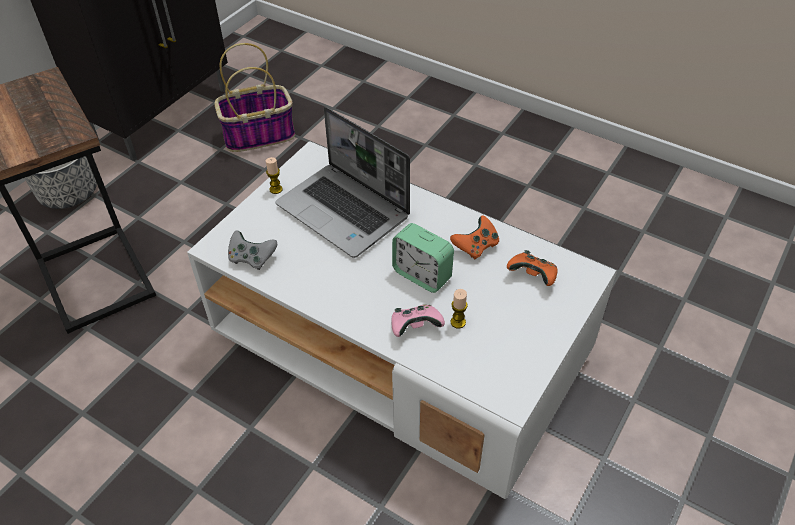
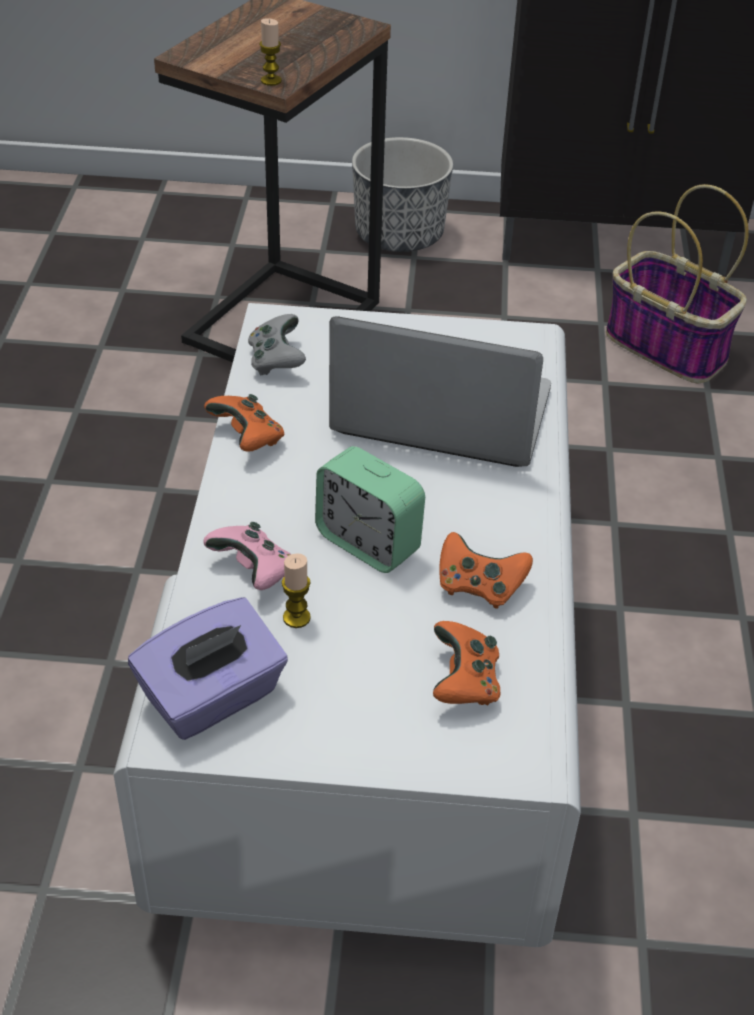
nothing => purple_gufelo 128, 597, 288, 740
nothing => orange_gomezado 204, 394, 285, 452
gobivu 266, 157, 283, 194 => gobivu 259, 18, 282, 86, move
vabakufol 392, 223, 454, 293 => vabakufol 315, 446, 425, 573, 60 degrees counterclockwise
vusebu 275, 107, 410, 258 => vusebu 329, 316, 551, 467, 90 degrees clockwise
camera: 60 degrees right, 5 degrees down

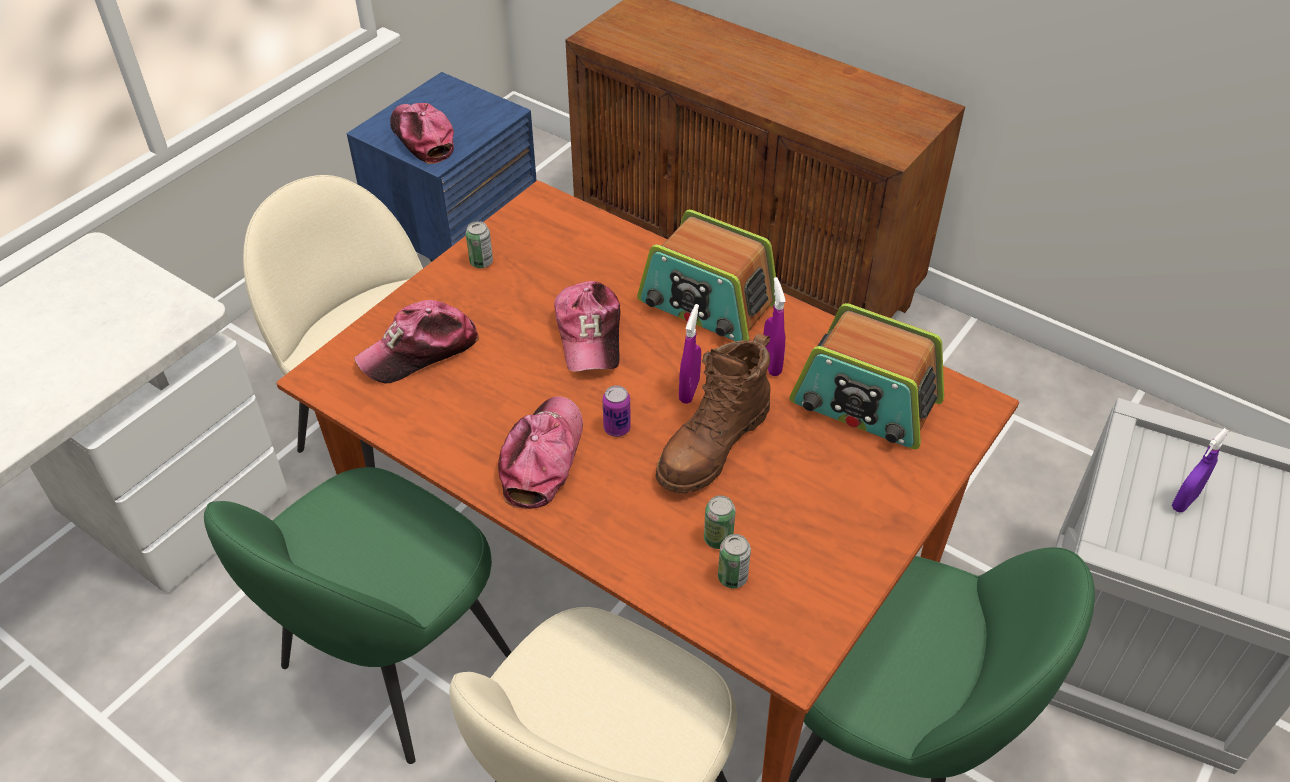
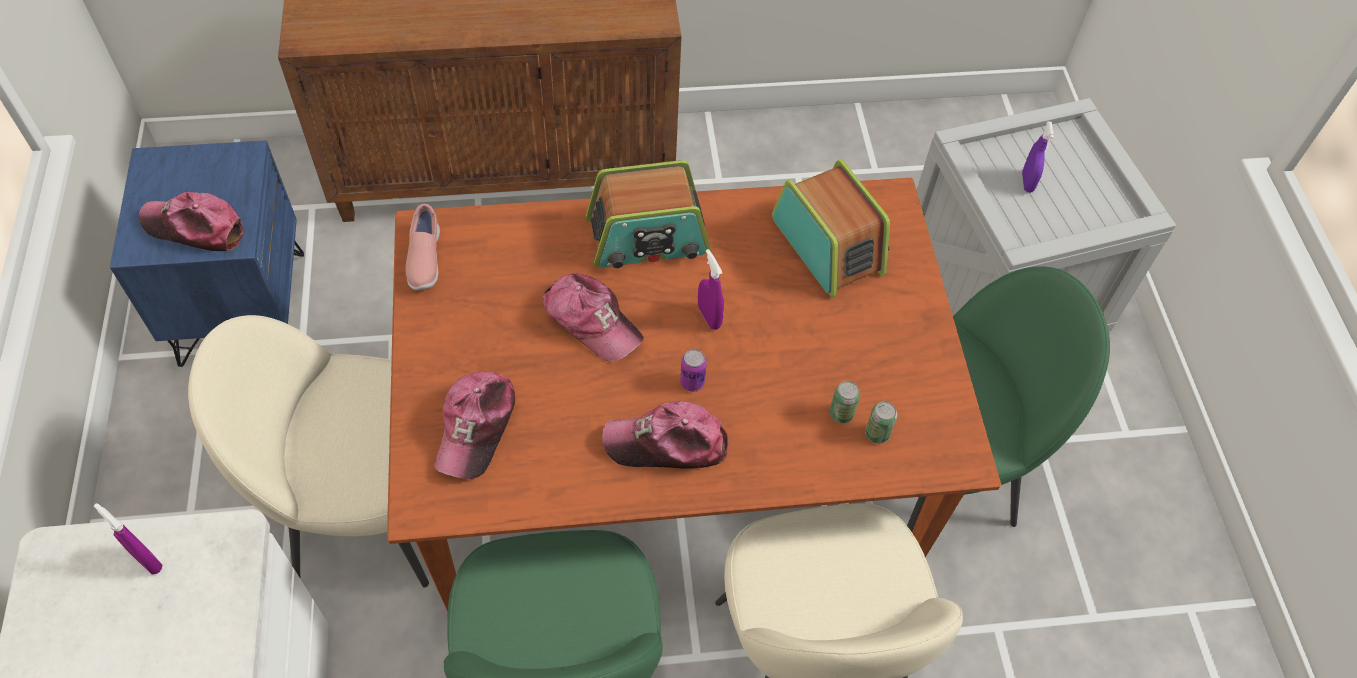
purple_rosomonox 763, 277, 786, 376 => purple_rosomonox 94, 503, 162, 574, move
nothing => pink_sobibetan 405, 204, 440, 290
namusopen 498, 396, 583, 509 => namusopen 602, 401, 729, 469, 60 degrees counterclockwise
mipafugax 790, 303, 944, 450 => mipafugax 772, 159, 890, 298, 105 degrees counterclockwise
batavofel 466, 221, 493, 268 => nothing
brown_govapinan 656, 333, 770, 494 => nothing
camera: 45 degrees left, 10 degrees up

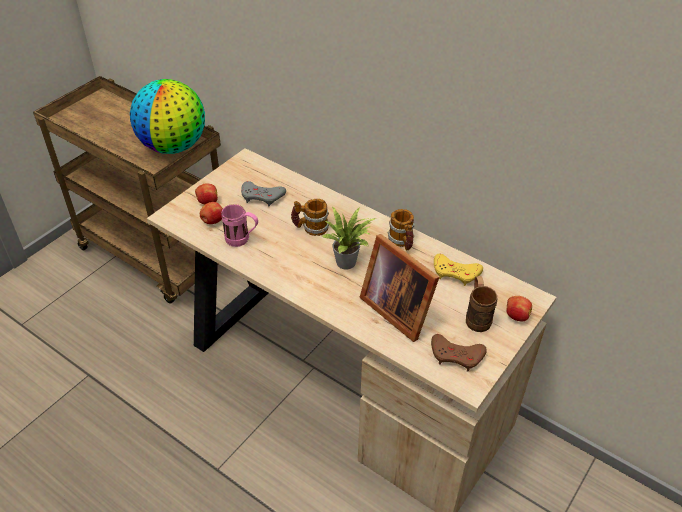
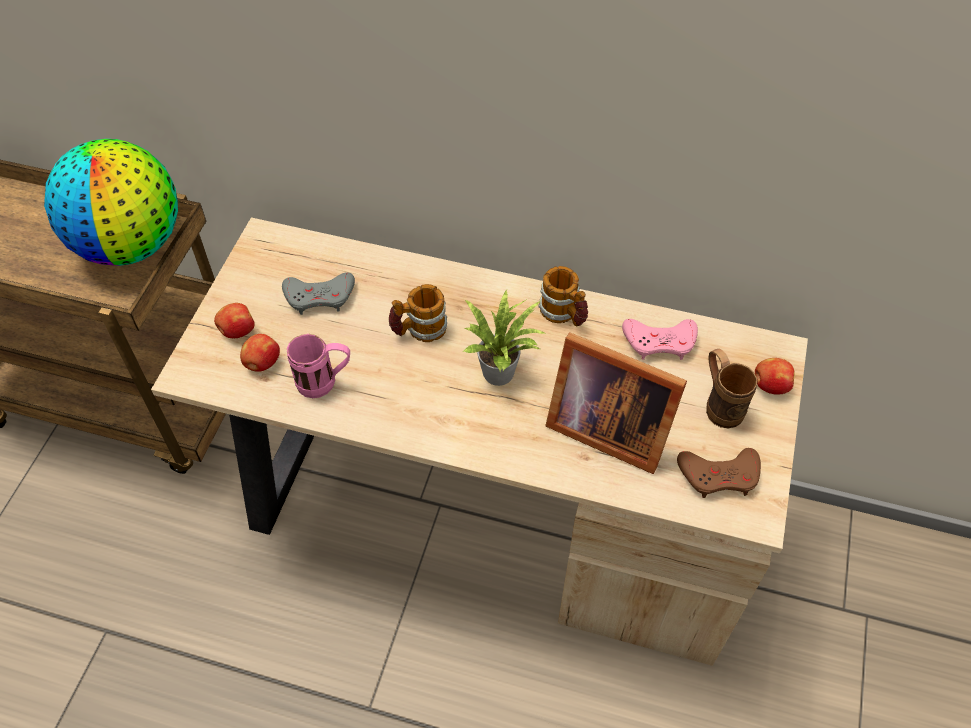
yellow_gomezado 434, 254, 483, 286 => pink_gomezado 622, 319, 698, 360
camera: 20 degrees left, 10 degrees up

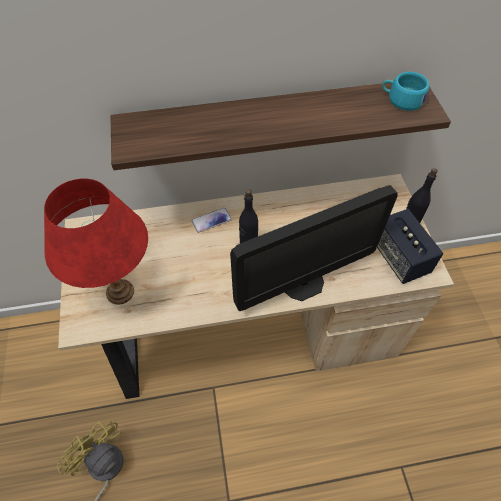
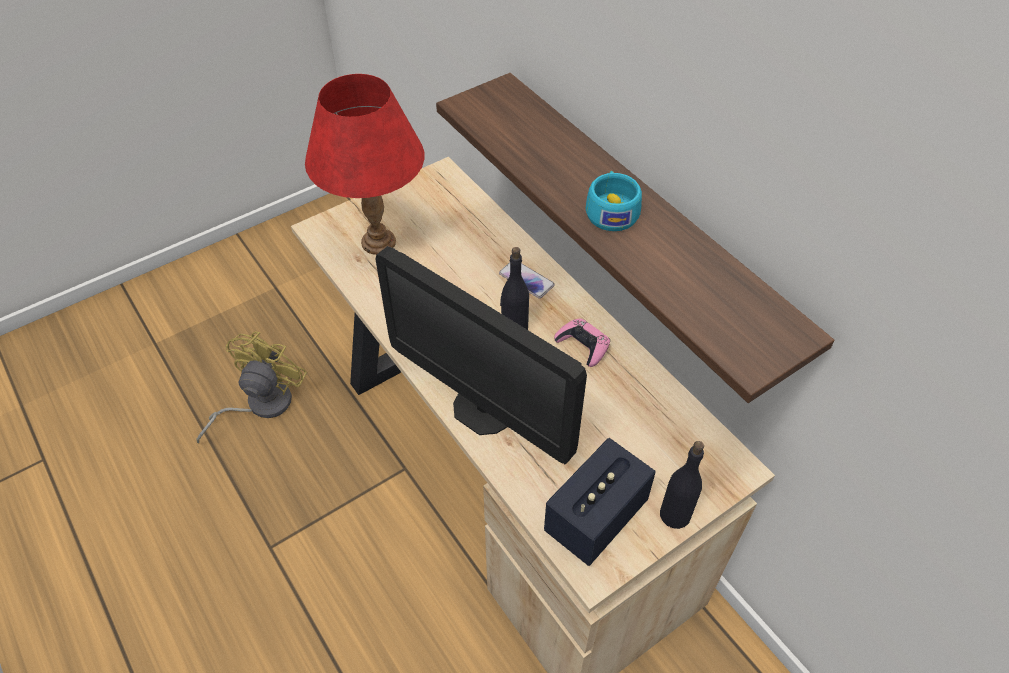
nothing => pink_gomezado 554, 318, 610, 367
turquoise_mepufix 382, 72, 429, 111 => turquoise_mepufix 586, 171, 642, 231, move
camera: 65 degrees right, 5 degrees down

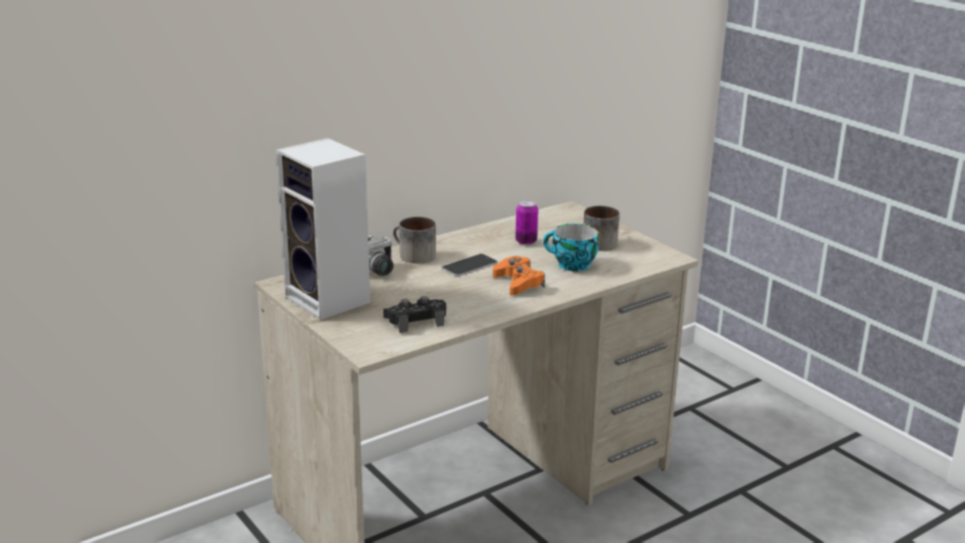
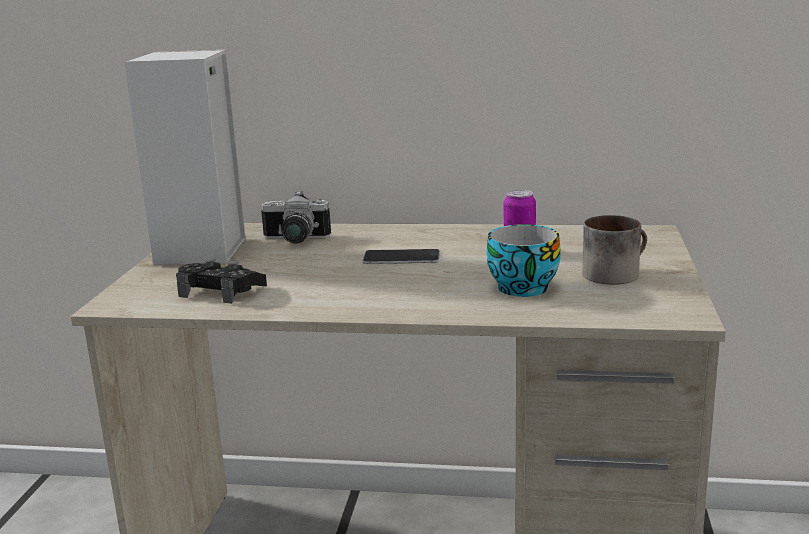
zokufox 393, 217, 436, 263 => nothing
orange_gomezado 493, 256, 545, 296 => nothing
camera: 45 degrees right, 5 degrees down

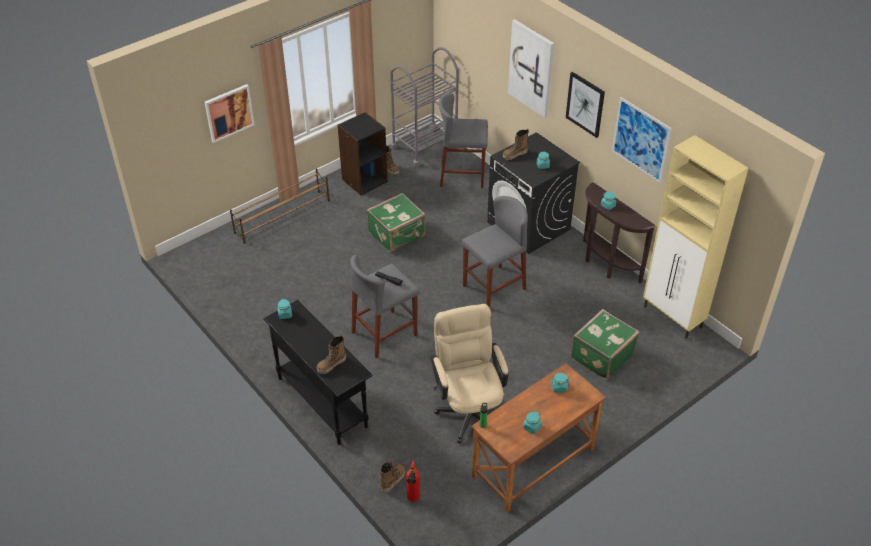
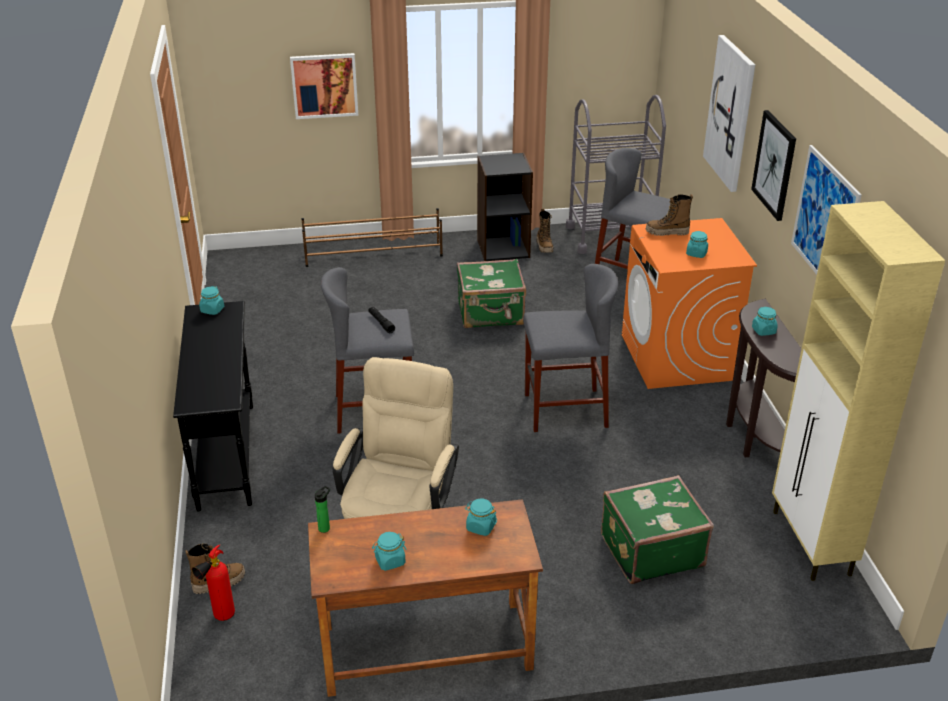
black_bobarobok 487, 132, 580, 254 => orange_bobarobok 622, 218, 757, 389
govapinan 317, 335, 346, 374 => nothing
camera: 30 degrees right, 10 degrees down

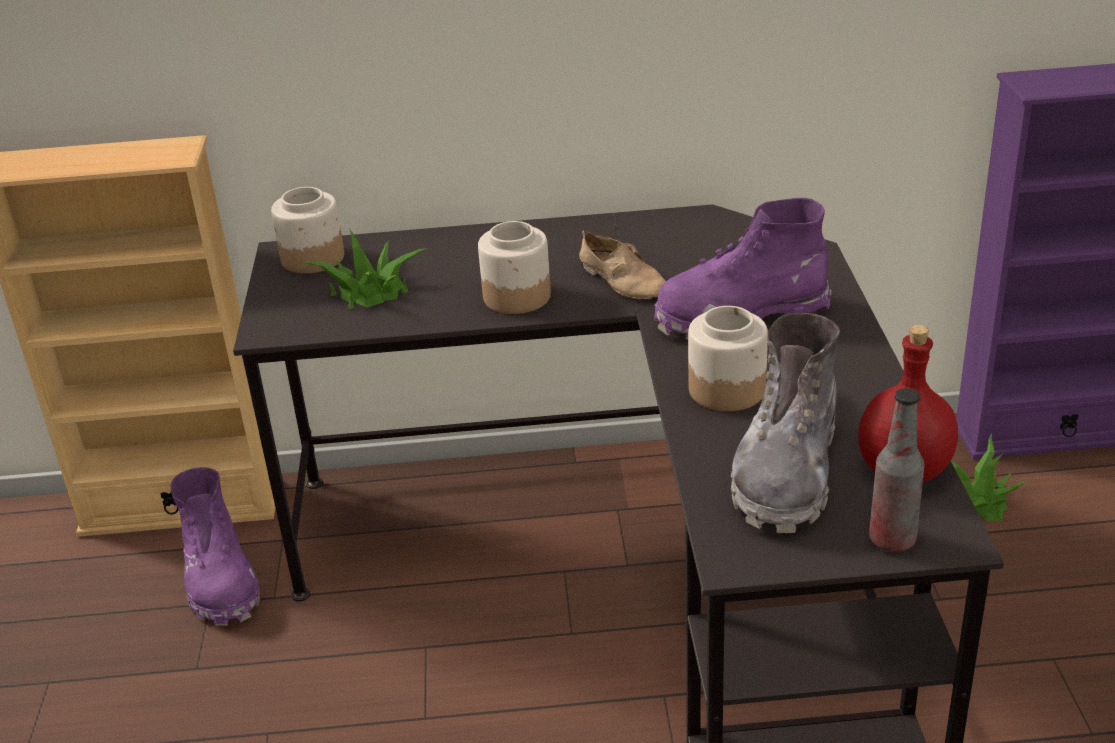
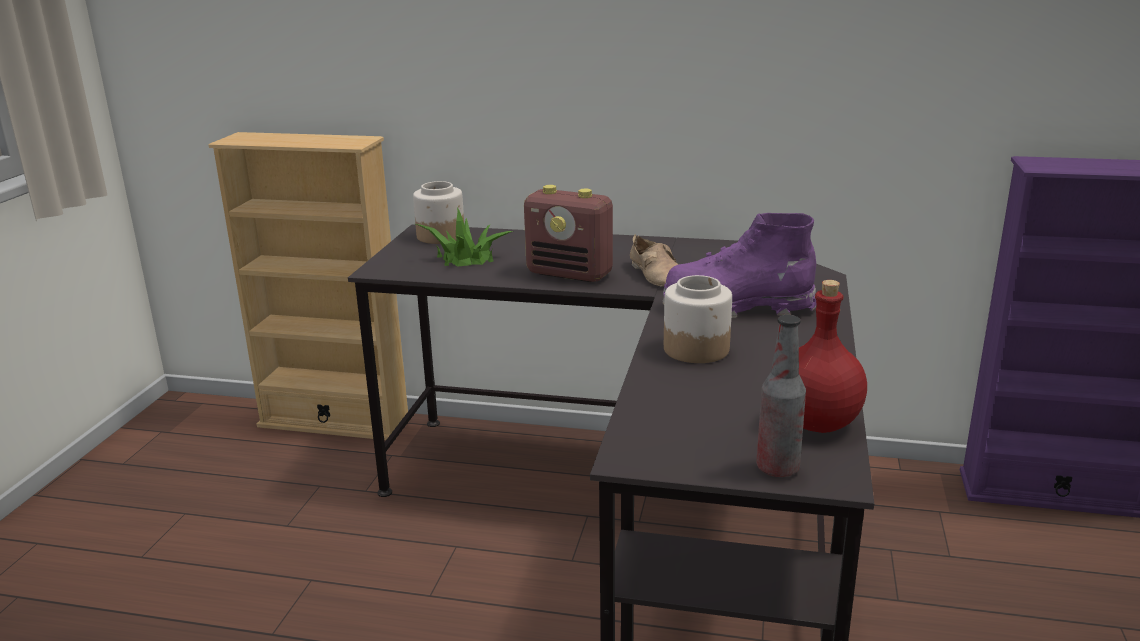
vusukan 478, 221, 551, 314 => mipafugax 524, 185, 613, 282
purple_govapinan 170, 467, 260, 626 => nothing
grey_govapinan 731, 313, 840, 533 => nothing
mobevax 951, 433, 1026, 522 => nothing
camera: 15 degrees right, 10 degrees down

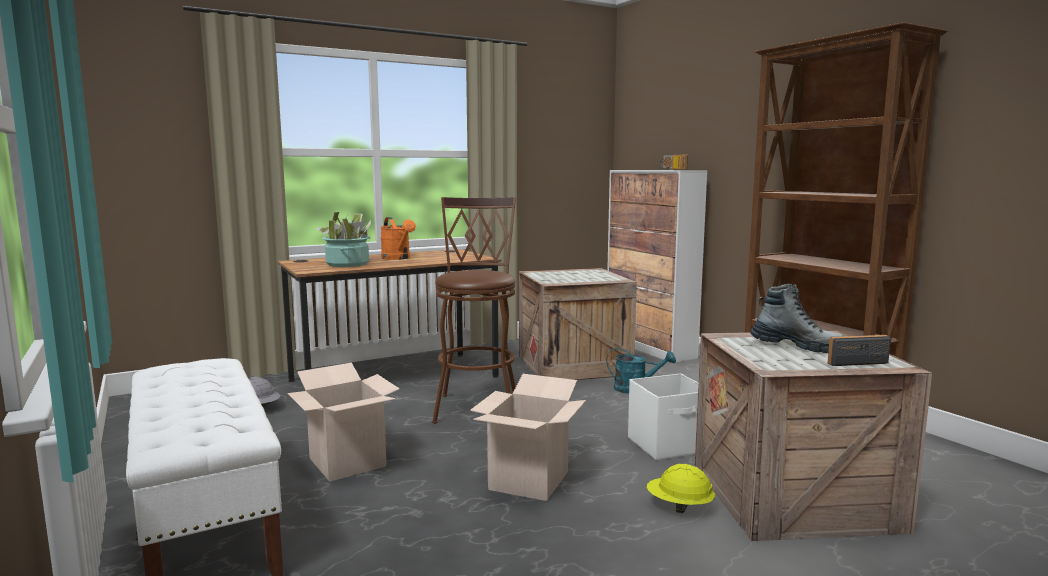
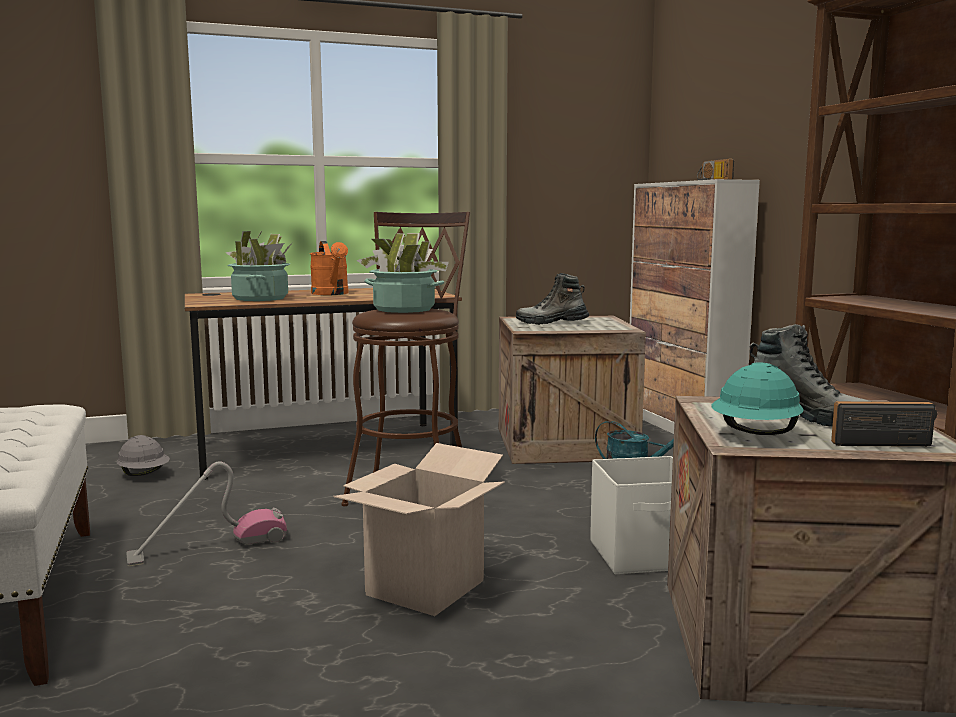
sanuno 288, 362, 400, 482 => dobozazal 126, 461, 287, 566
nothing => mobevax 357, 233, 449, 313
nothing => govapinan 516, 273, 589, 325
nothing => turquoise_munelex 711, 363, 804, 435
yellow_munelex 647, 464, 715, 513 => nothing
camera: 10 degrees right, 0 degrees up

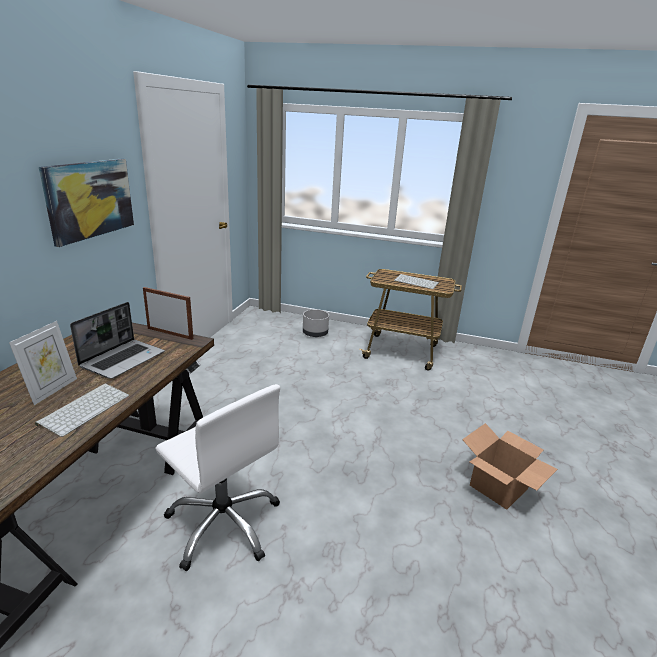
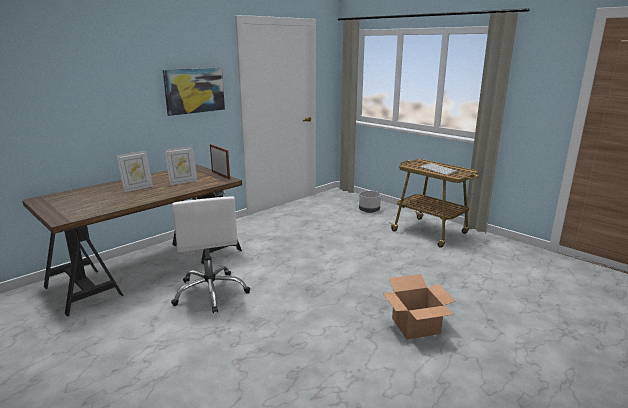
vusebu 70, 302, 165, 379 => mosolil 164, 146, 198, 185
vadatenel 35, 384, 129, 437 => nothing
camera: 30 degrees right, 5 degrees down

